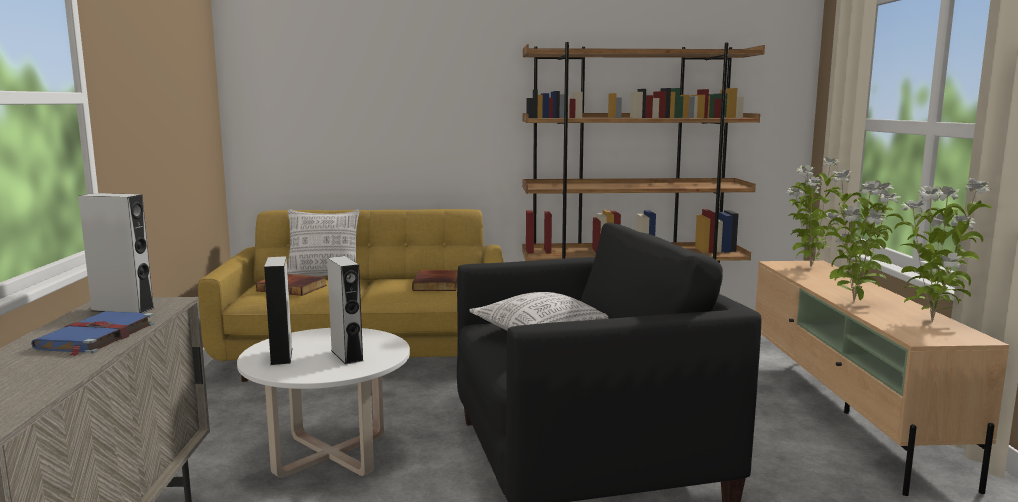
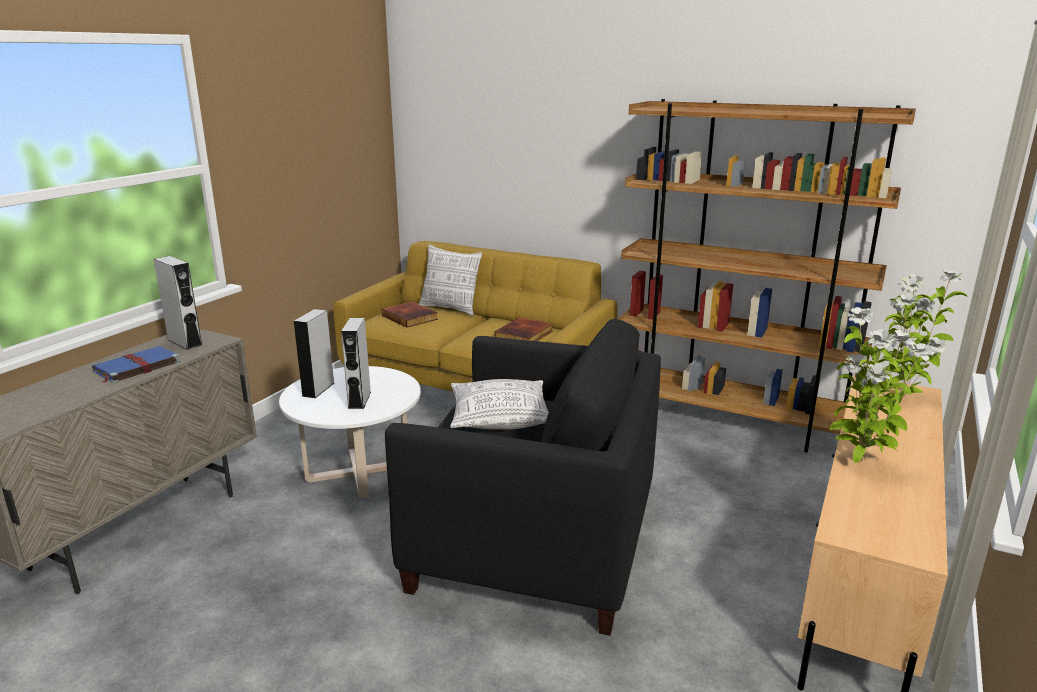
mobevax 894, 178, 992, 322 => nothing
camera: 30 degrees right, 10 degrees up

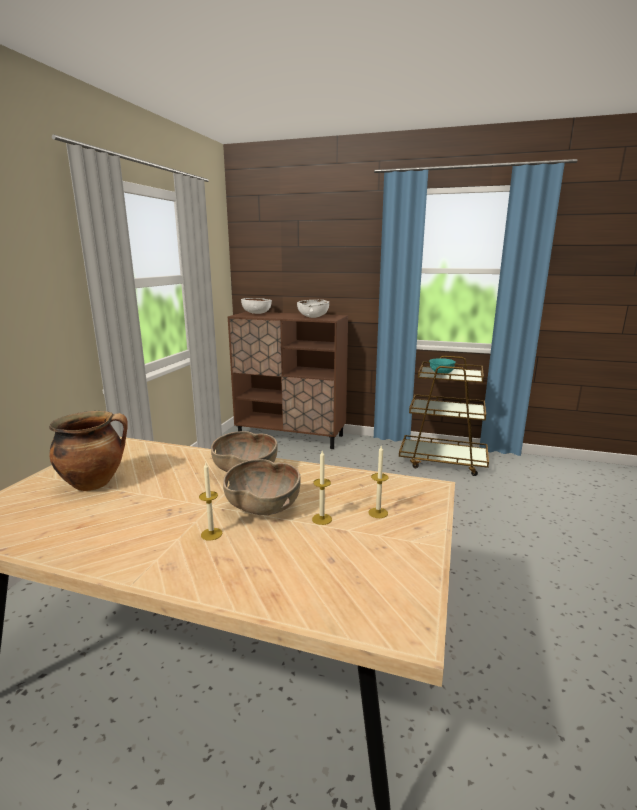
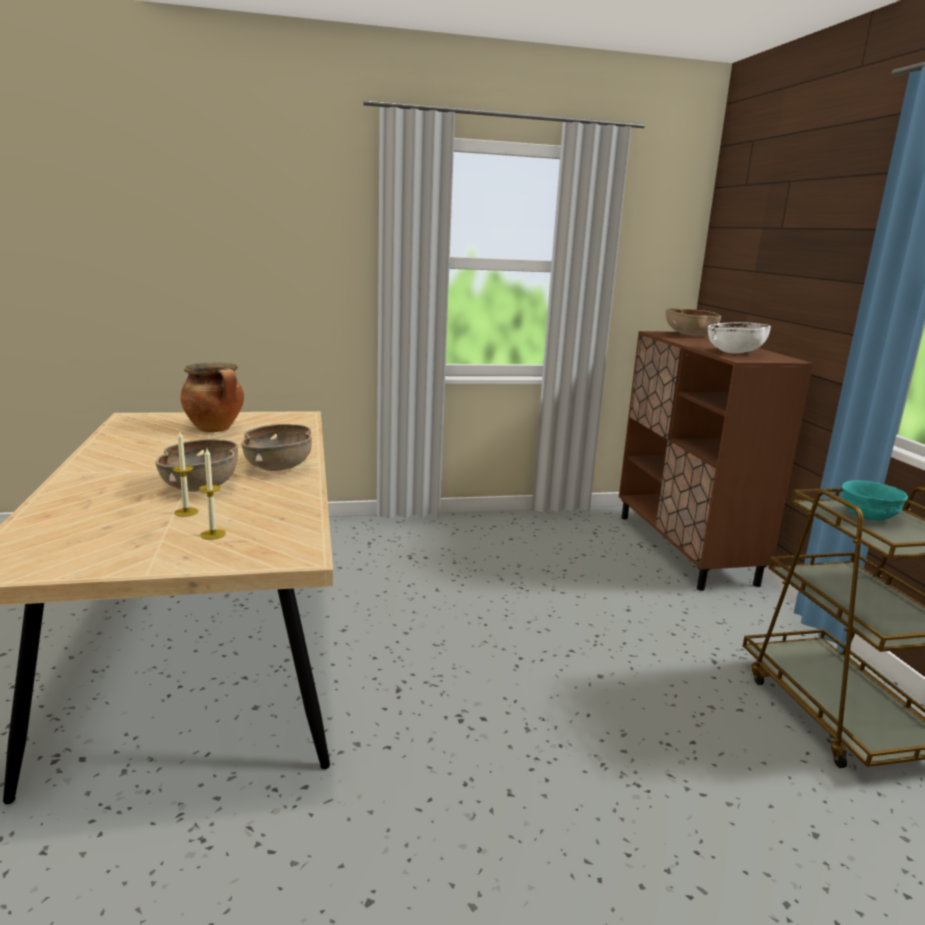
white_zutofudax 241, 298, 272, 314 => brown_zutofudax 666, 308, 721, 336
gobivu 199, 461, 223, 541 => nothing
camera: 60 degrees right, 0 degrees up

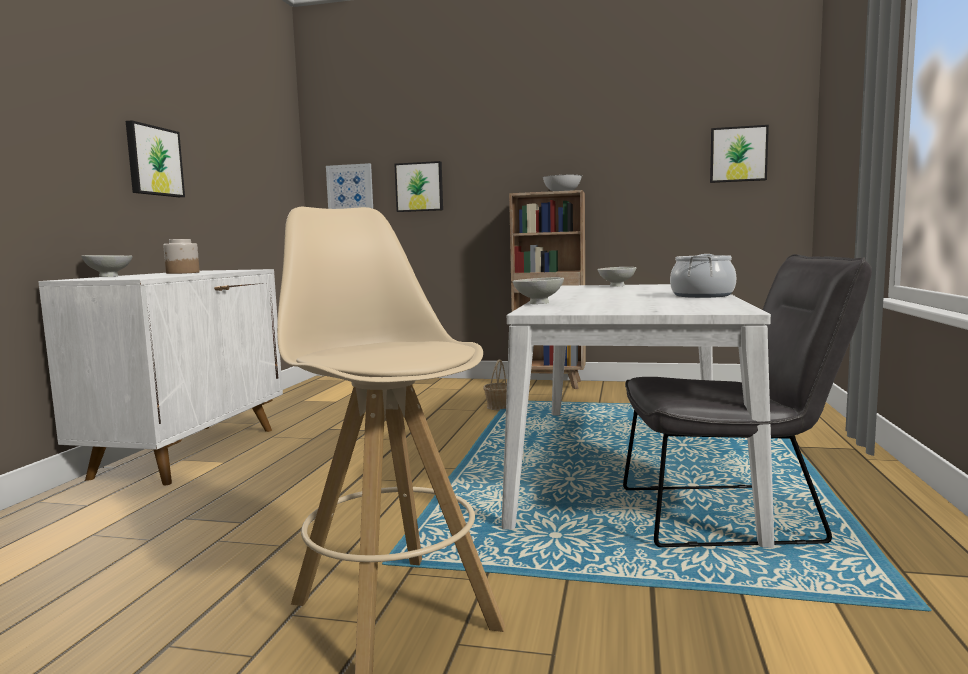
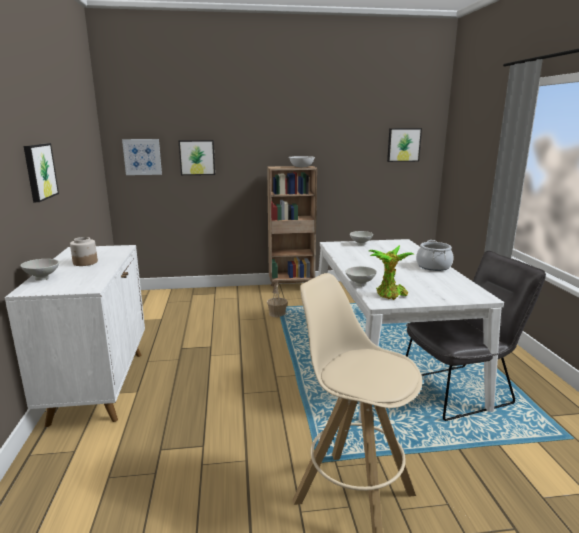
nothing => mobevax 369, 245, 415, 300
camera: 20 degrees left, 10 degrees up

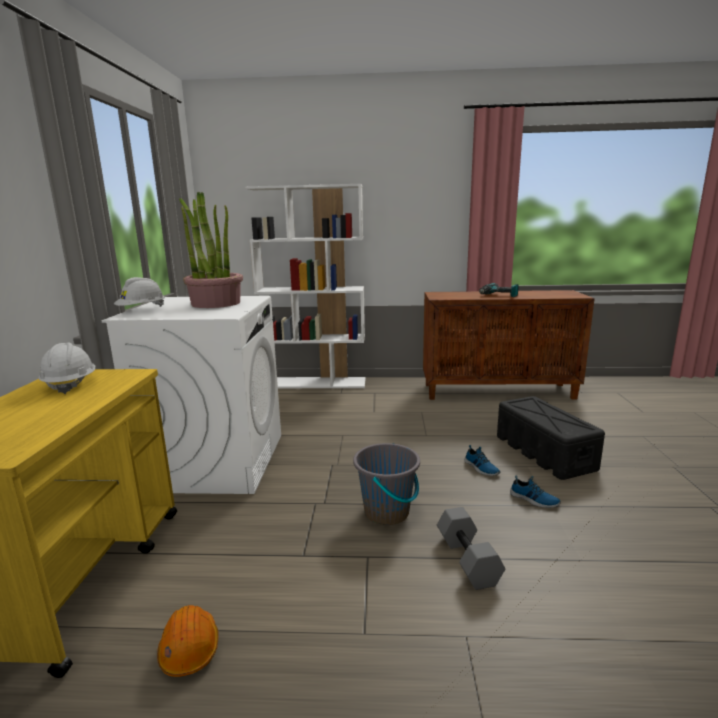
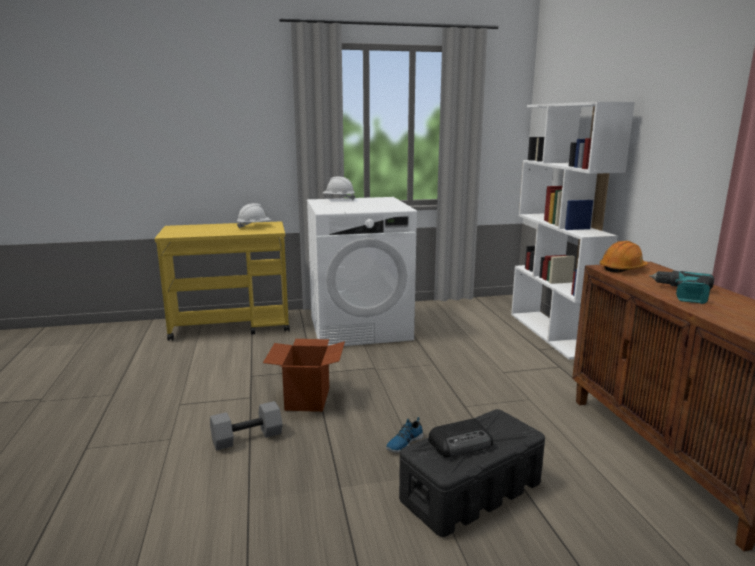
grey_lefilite 353, 443, 420, 525 => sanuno 263, 339, 345, 412
nothing => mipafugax 428, 419, 493, 458
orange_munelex 157, 605, 219, 677 => orange_munelex 600, 241, 648, 273, move
mobevax 179, 191, 243, 308 => nothing
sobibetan 510, 475, 561, 508 => nothing
camera: 75 degrees right, 0 degrees up

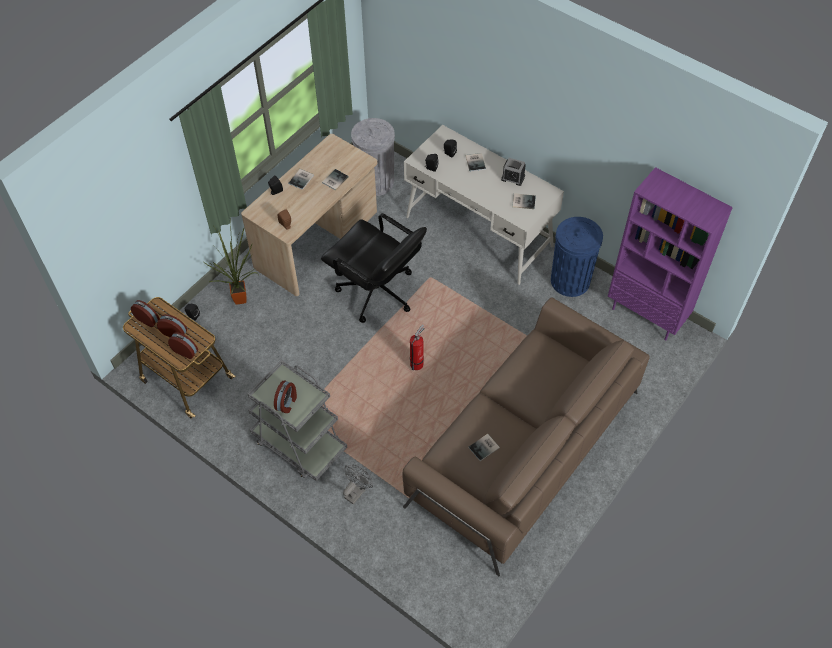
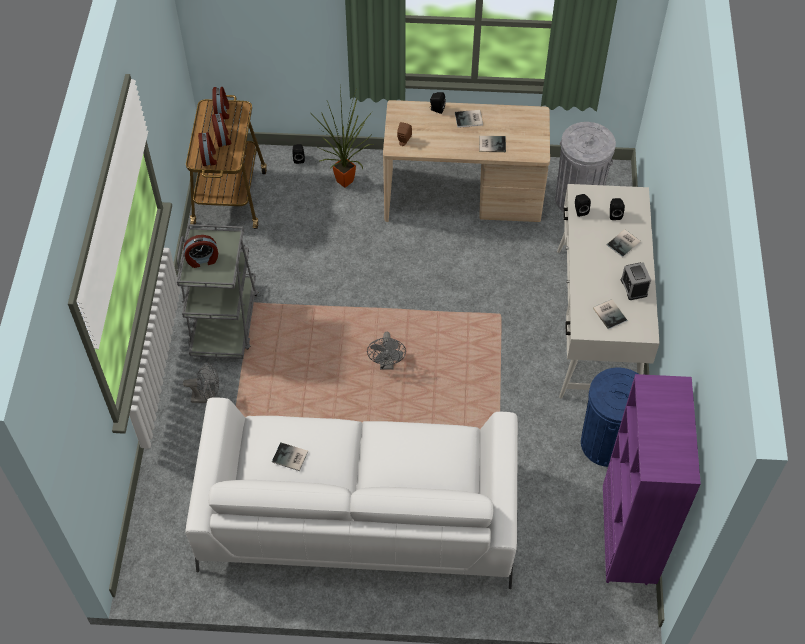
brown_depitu 402, 297, 650, 576 => white_depitu 185, 397, 518, 589
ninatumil 410, 324, 425, 370 => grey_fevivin 367, 332, 406, 370
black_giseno 321, 213, 427, 323 => nothing
camera: 55 degrees right, 0 degrees up

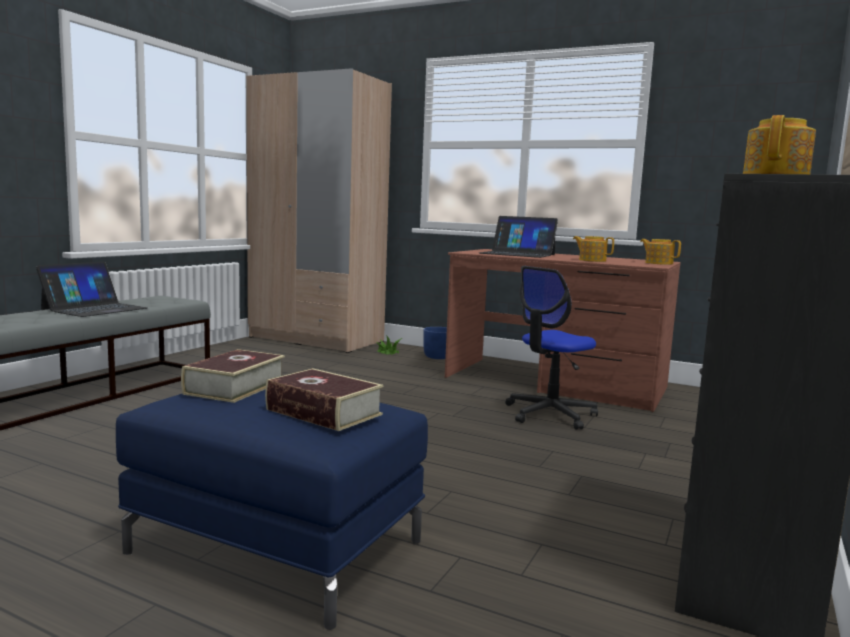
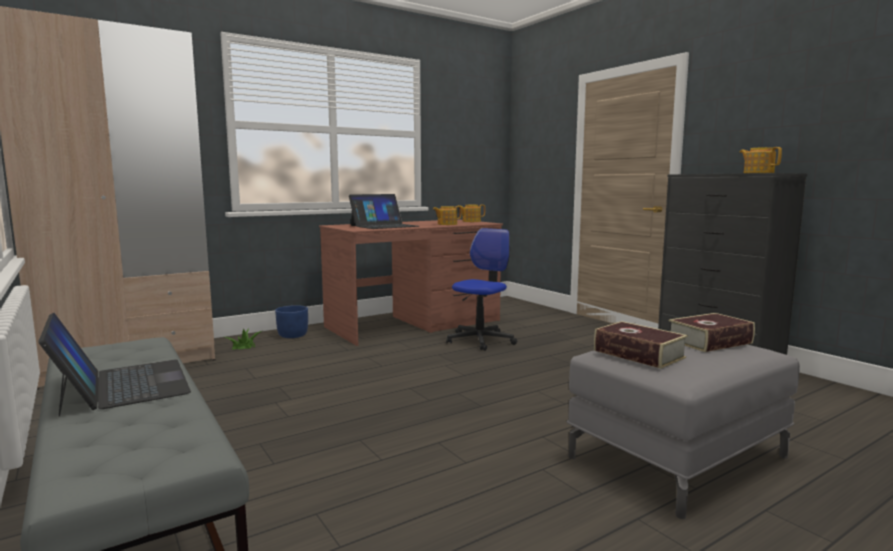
giseno 505, 266, 598, 430 => giseno 446, 228, 517, 351, 135 degrees counterclockwise
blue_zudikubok 116, 389, 428, 630 => grey_zudikubok 566, 345, 800, 519
camera: 60 degrees left, 0 degrees up

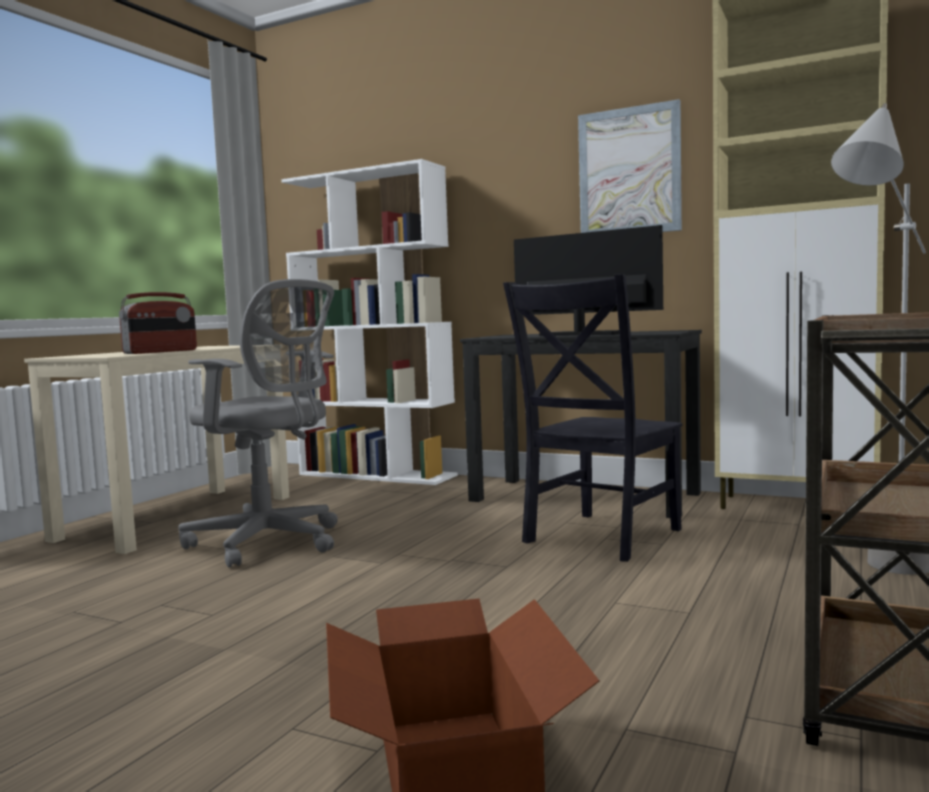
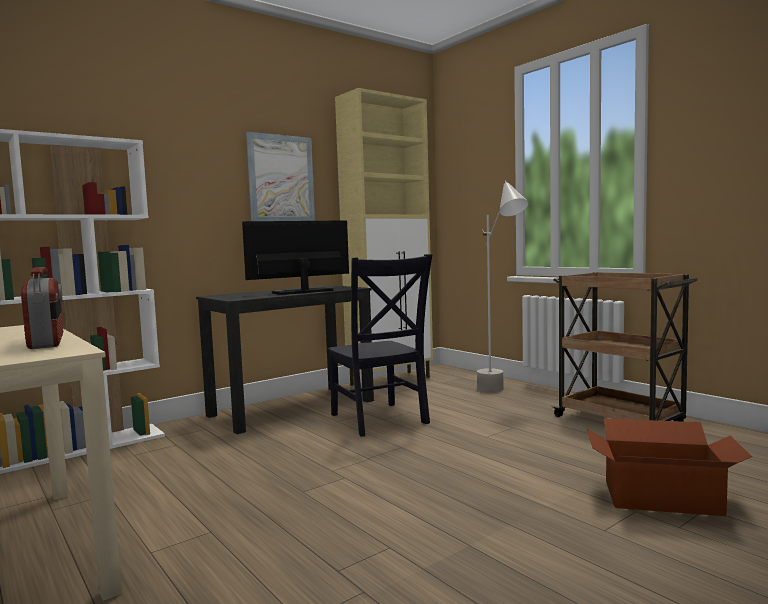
grey_giseno 178, 279, 338, 568 => nothing
camera: 65 degrees left, 0 degrees up

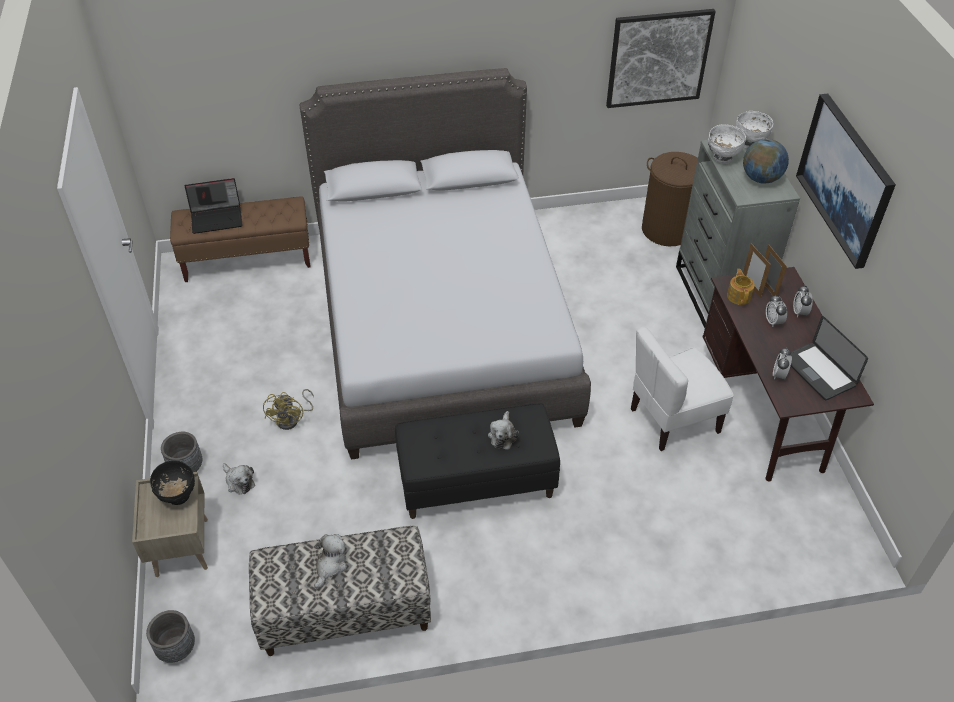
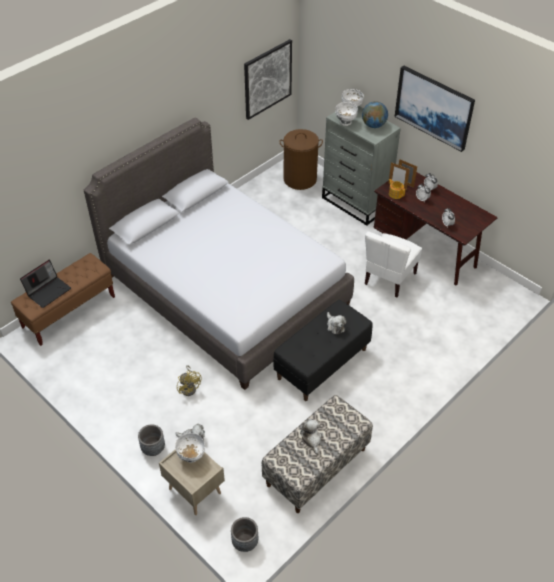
black_zutofudax 150, 461, 195, 505 => white_zutofudax 175, 433, 205, 463
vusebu 790, 316, 868, 400 => nothing
camera: 35 degrees left, 0 degrees up

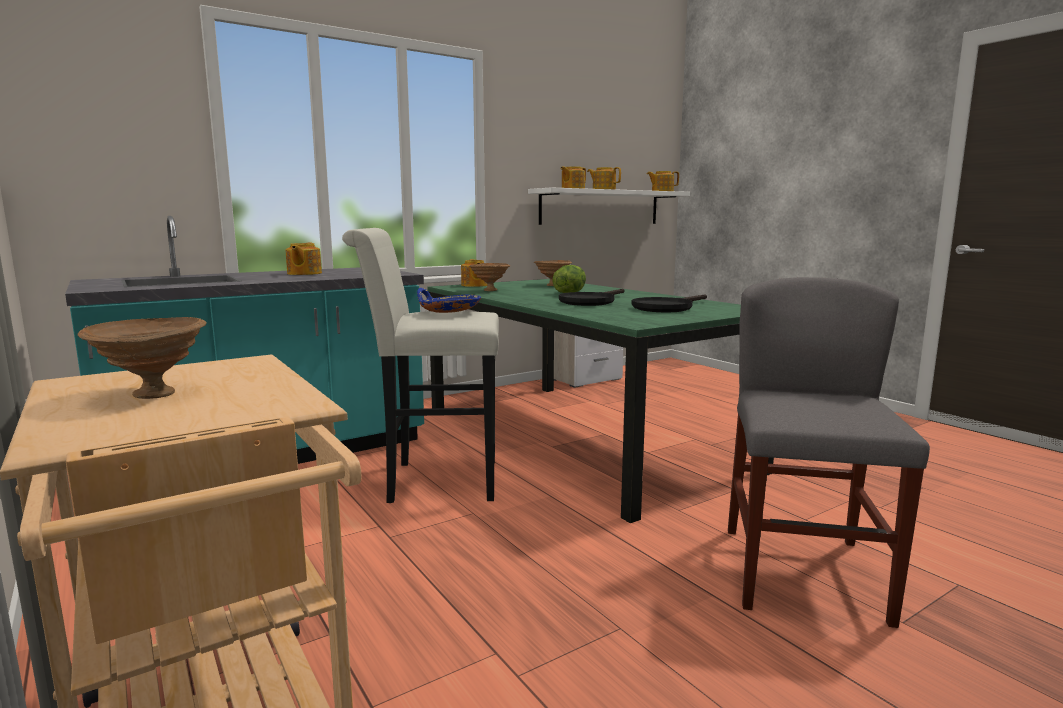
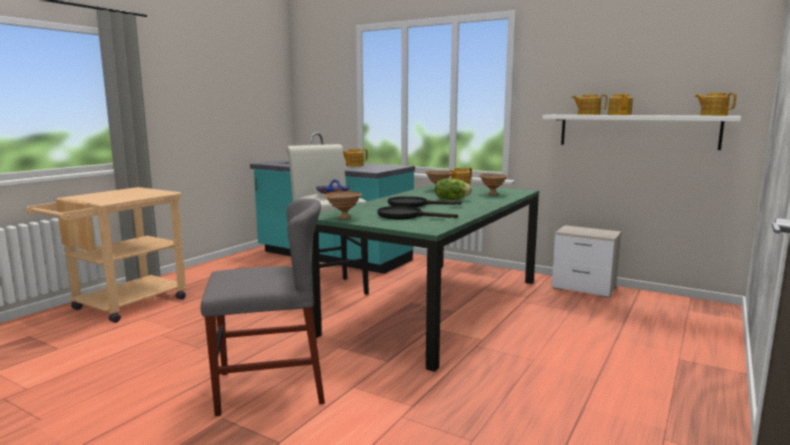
brown_zutofudax 77, 317, 207, 399 => brown_zutofudax 324, 191, 363, 219, move
camera: 65 degrees right, 0 degrees up

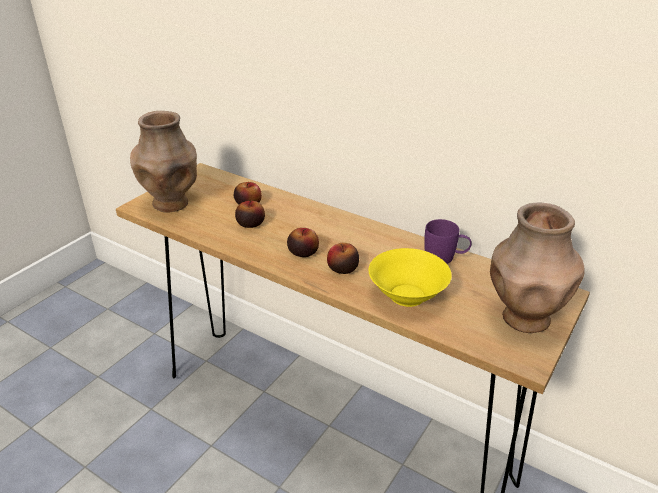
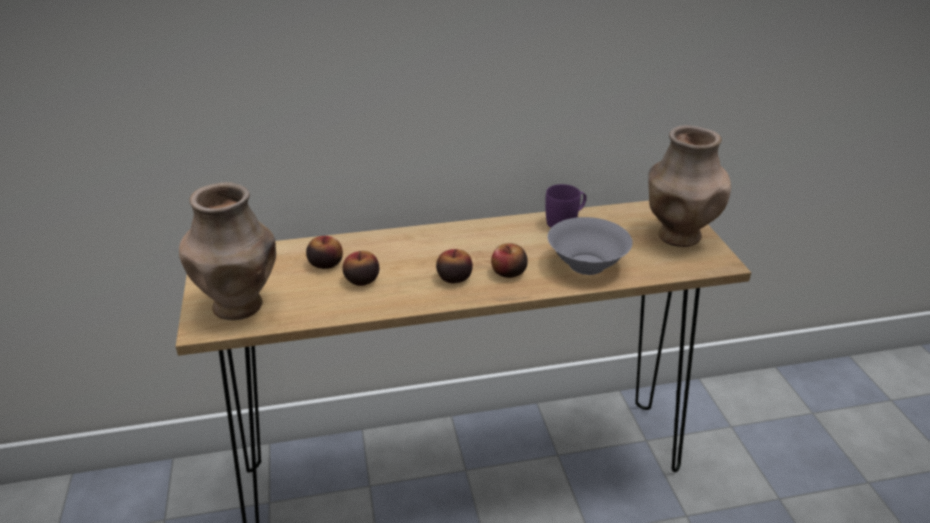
yellow_zutofudax 369, 248, 452, 307 => grey_zutofudax 548, 217, 633, 275
camera: 45 degrees left, 0 degrees up

